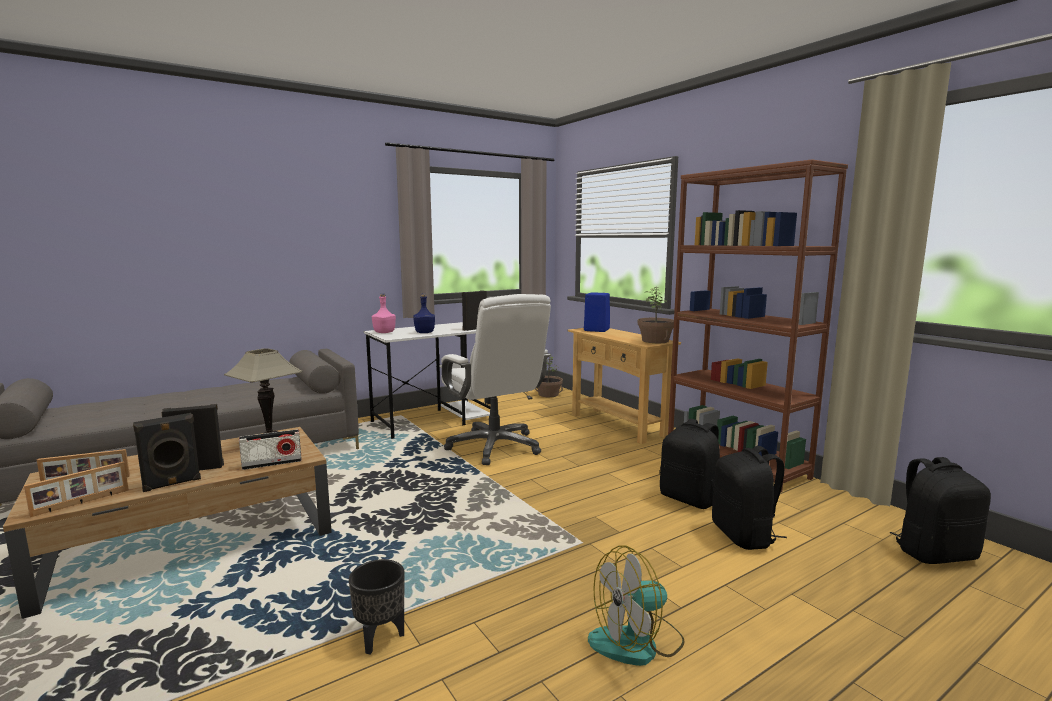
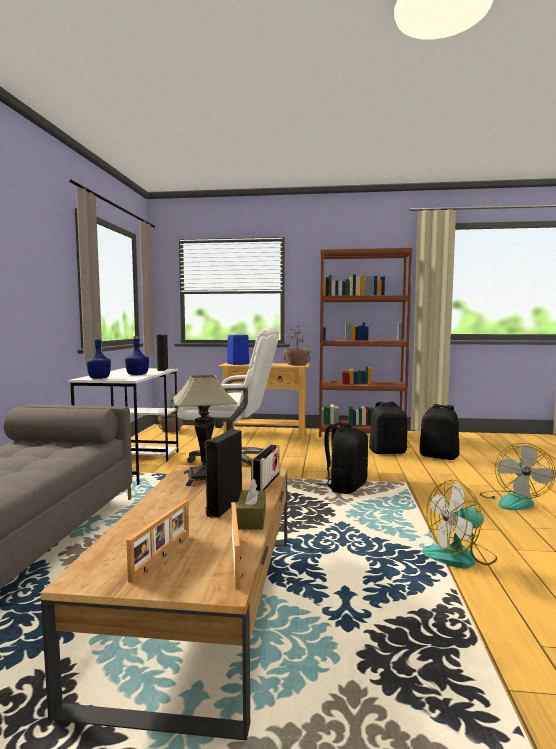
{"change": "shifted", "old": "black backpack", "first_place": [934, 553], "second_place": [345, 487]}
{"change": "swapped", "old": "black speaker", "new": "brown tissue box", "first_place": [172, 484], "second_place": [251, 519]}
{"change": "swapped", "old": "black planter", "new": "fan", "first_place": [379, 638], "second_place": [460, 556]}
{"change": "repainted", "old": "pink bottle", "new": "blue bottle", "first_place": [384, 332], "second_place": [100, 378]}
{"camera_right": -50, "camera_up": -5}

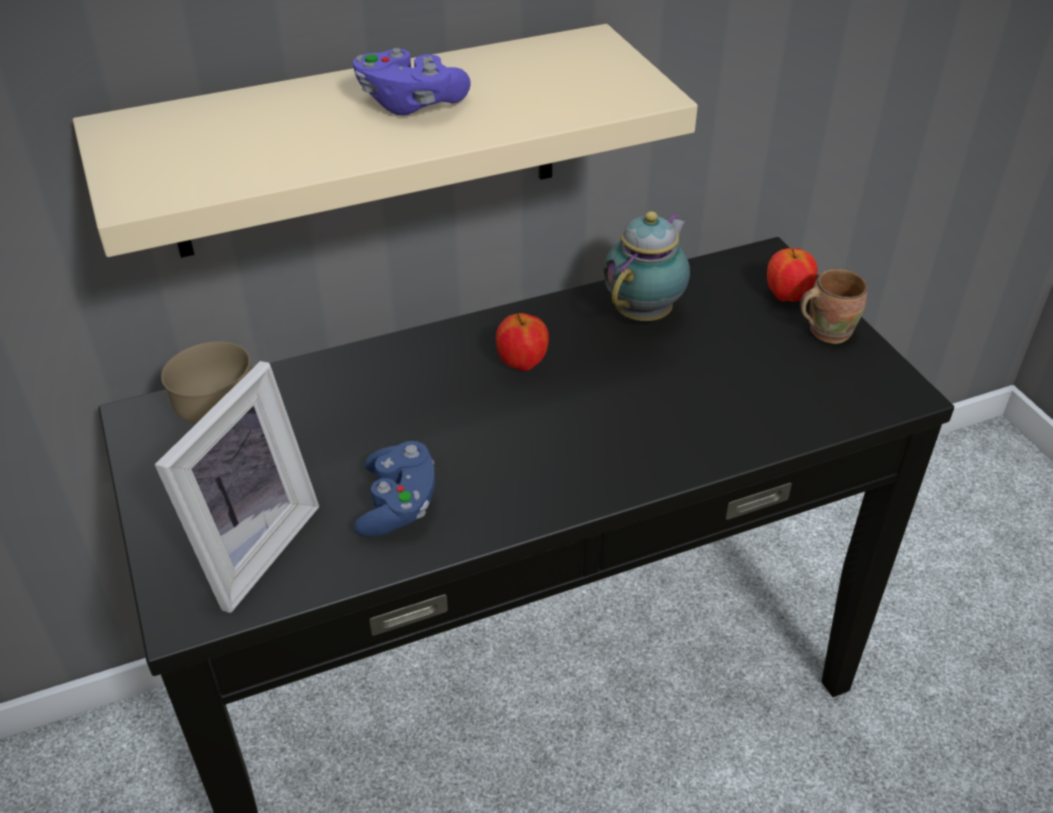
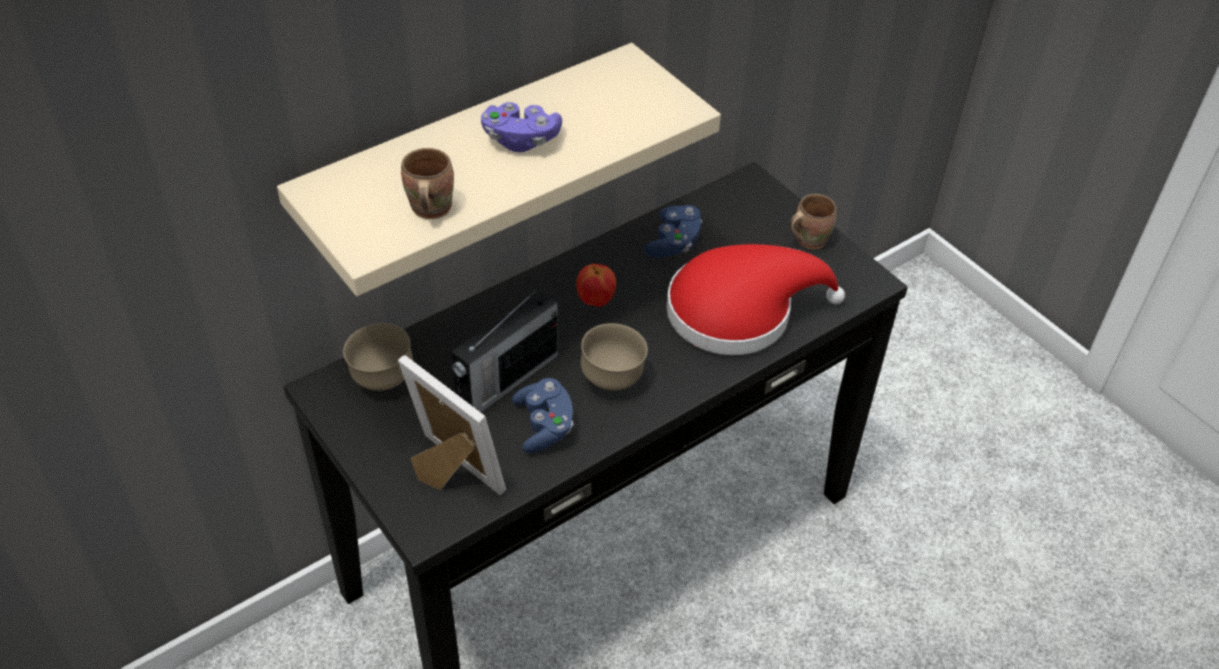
{"change": "gone", "old": "apple", "first_place": [787, 296]}
{"change": "new", "new": "brown mug", "second_place": [428, 209]}
{"change": "new", "new": "radio", "second_place": [506, 380]}
{"change": "new", "new": "brown bowl", "second_place": [612, 379]}
{"change": "new", "new": "red hat", "second_place": [739, 311]}
{"change": "swapped", "old": "teapot", "new": "blue game controller", "first_place": [645, 312], "second_place": [673, 243]}
{"change": "rotated", "old": "picture frame", "first_place": [249, 547], "second_place": [449, 475], "degrees": -60}
{"camera_right": -15, "camera_up": 5}

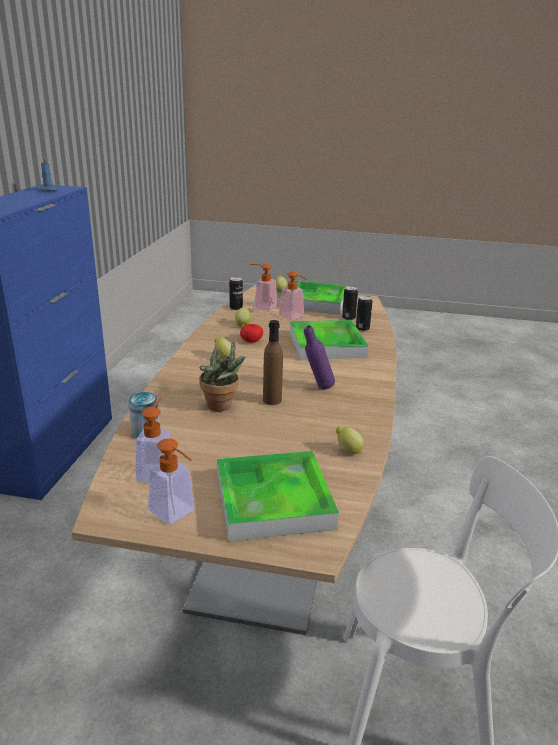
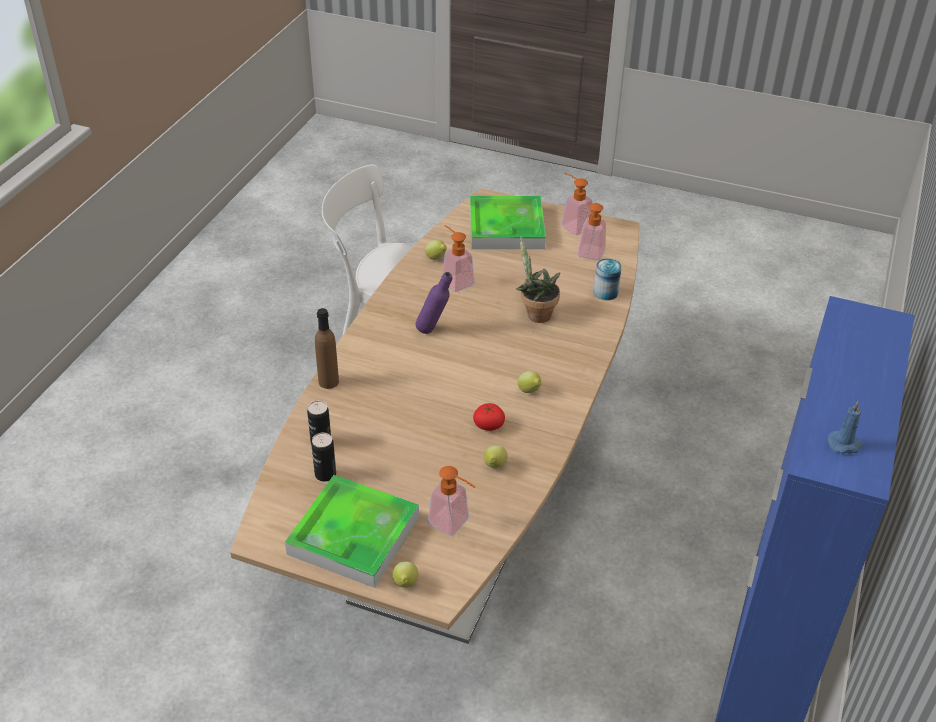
{"change": "gone", "old": "can", "first_place": [236, 308]}
{"change": "gone", "old": "tray", "first_place": [326, 344]}
{"change": "shifted", "old": "brown bottle", "first_place": [272, 400], "second_place": [328, 381]}
{"change": "shifted", "old": "soap dispenser", "first_place": [294, 317], "second_place": [455, 280]}
{"camera_right": -170, "camera_up": 15}

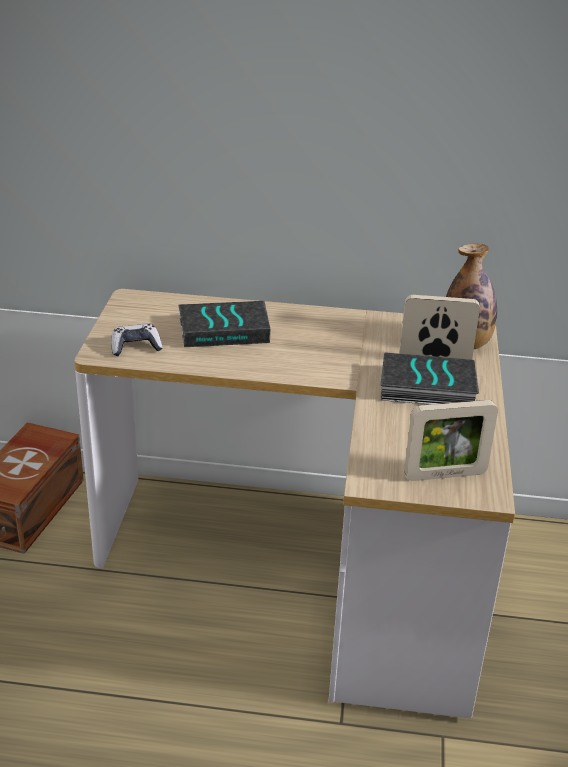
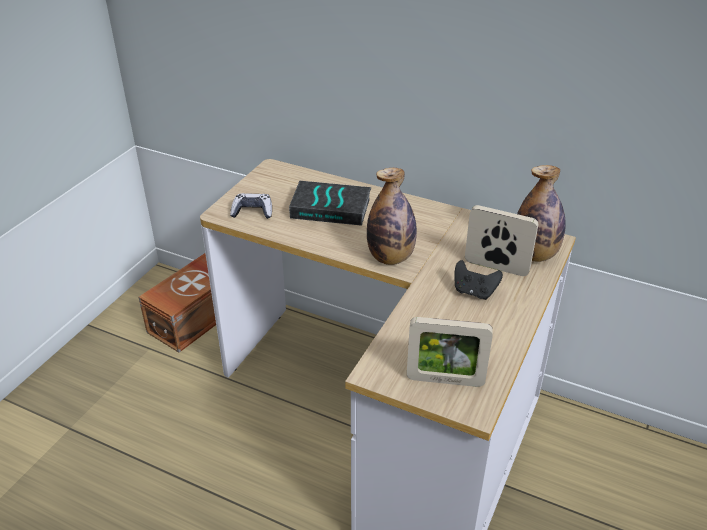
{"change": "new", "new": "bottle", "second_place": [390, 257]}
{"change": "swapped", "old": "book", "new": "black game controller", "first_place": [426, 388], "second_place": [474, 292]}
{"camera_right": 20, "camera_up": 5}

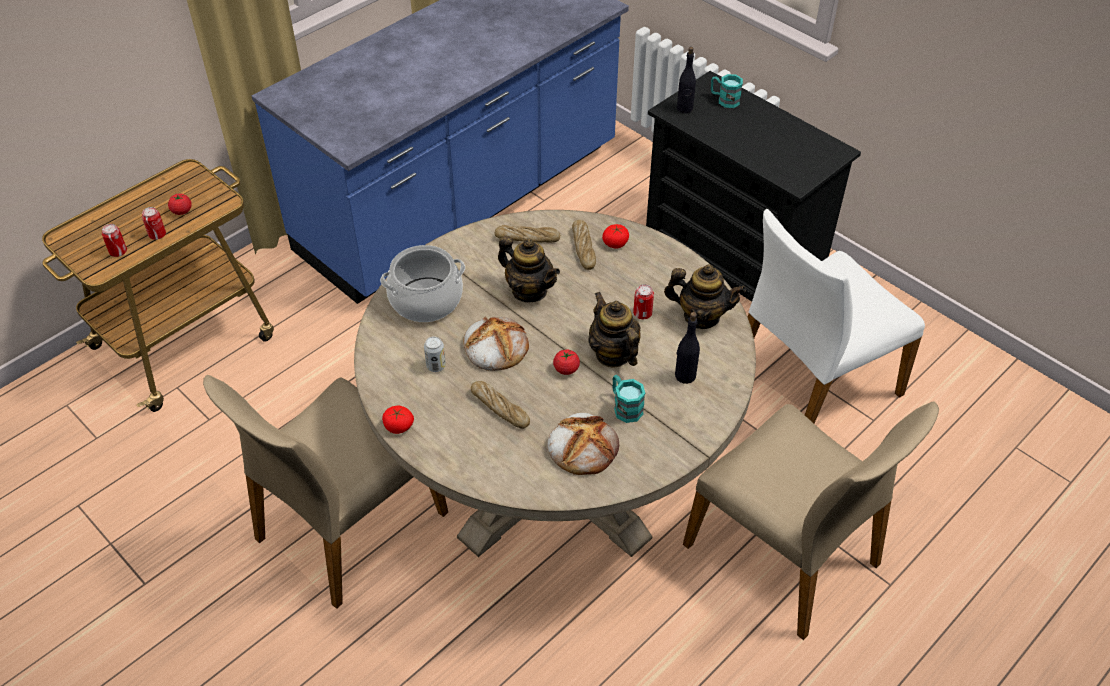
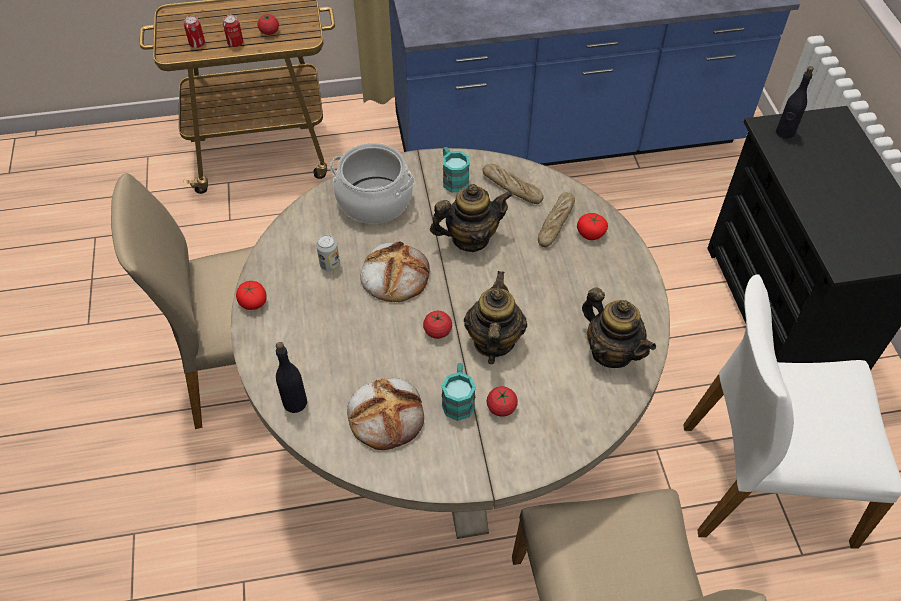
{"change": "gone", "old": "bread", "first_place": [500, 408]}
{"change": "gone", "old": "can", "first_place": [642, 314]}
{"change": "new", "new": "tomato", "second_place": [501, 407]}
{"change": "shifted", "old": "black bottle", "first_place": [685, 375], "second_place": [295, 402]}
{"change": "shifted", "old": "turquoise mug", "first_place": [724, 100], "second_place": [453, 178]}
{"change": "rotated", "old": "teapot", "first_place": [529, 290], "second_place": [470, 238], "degrees": -90}
{"camera_right": 35, "camera_up": 5}

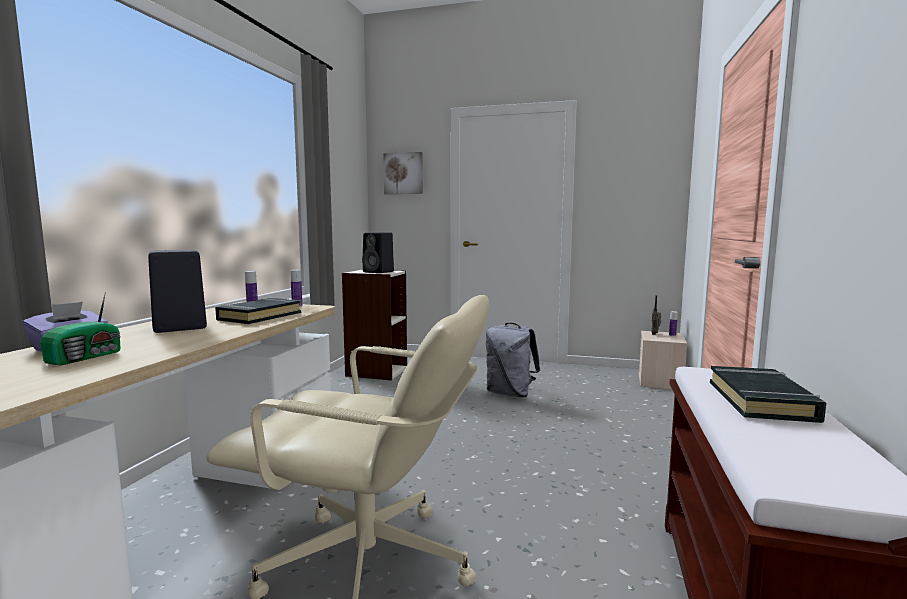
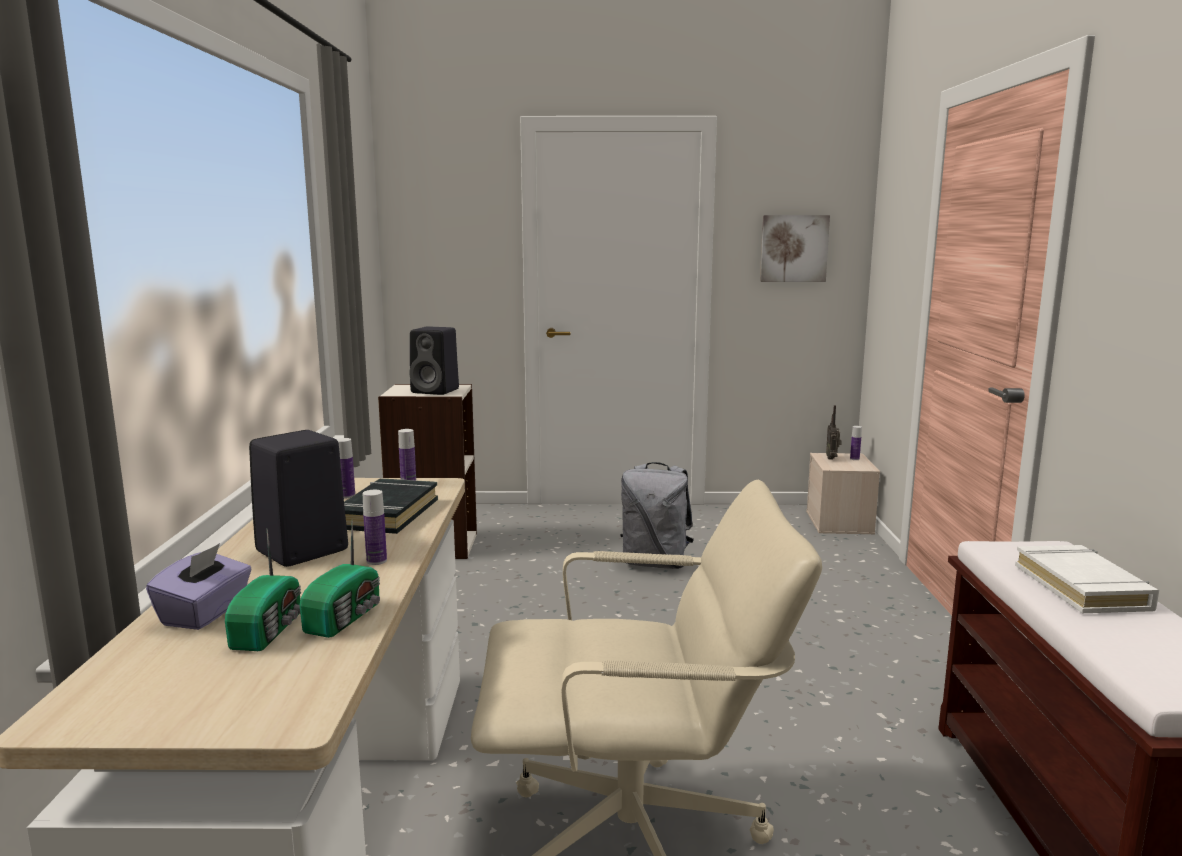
{"change": "new", "new": "radio", "second_place": [346, 617]}
{"change": "new", "new": "bottle", "second_place": [376, 561]}
{"change": "shifted", "old": "picture", "first_place": [403, 173], "second_place": [793, 248]}
{"change": "repainted", "old": "black book", "new": "white book", "first_place": [761, 401], "second_place": [1082, 587]}
{"camera_right": -15, "camera_up": 5}

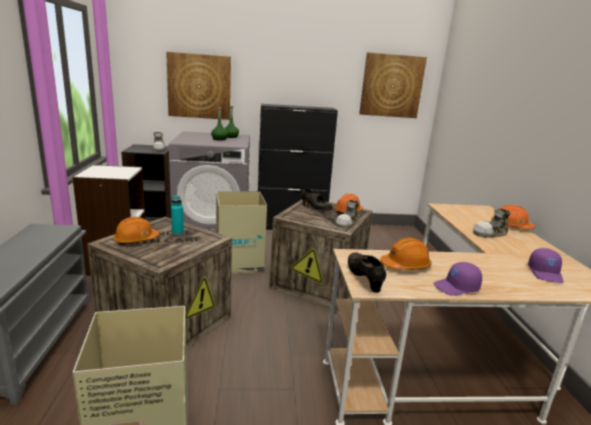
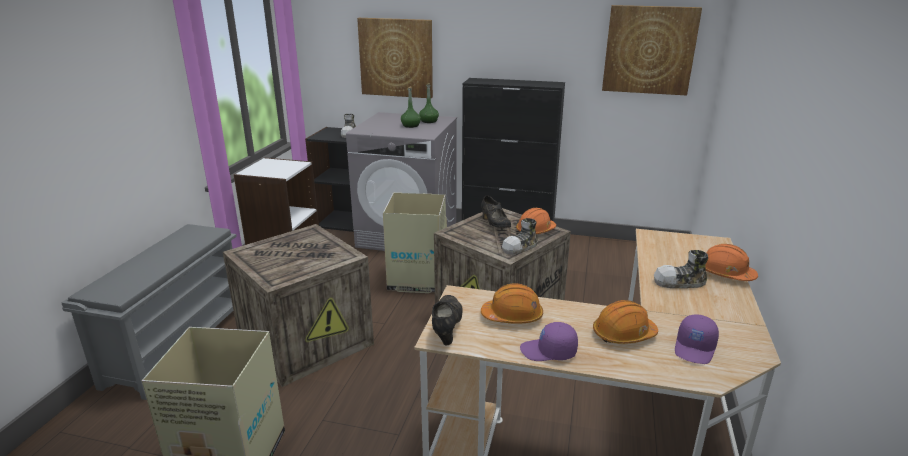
{"change": "gone", "old": "turquoise bottle", "first_place": [177, 232]}
{"change": "shifted", "old": "orange hard hat", "first_place": [136, 240], "second_place": [623, 334]}
{"camera_right": 20, "camera_up": 5}

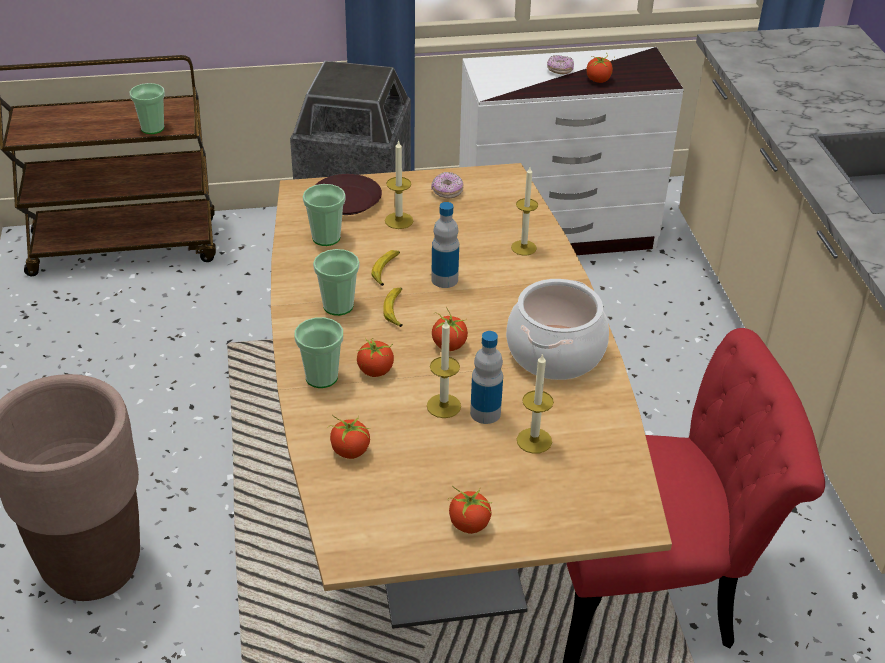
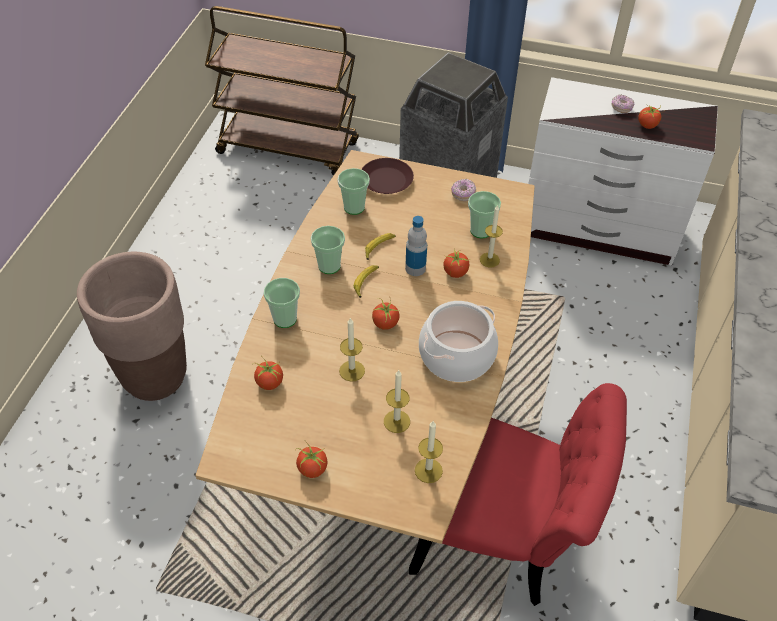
{"change": "gone", "old": "bottle", "first_place": [485, 413]}
{"change": "shifted", "old": "cup", "first_place": [152, 128], "second_place": [480, 231]}
{"change": "shifted", "old": "tomato", "first_place": [376, 371], "second_place": [455, 273]}
{"change": "shifted", "old": "candle", "first_place": [399, 220], "second_place": [428, 470]}
{"camera_right": 25, "camera_up": 10}

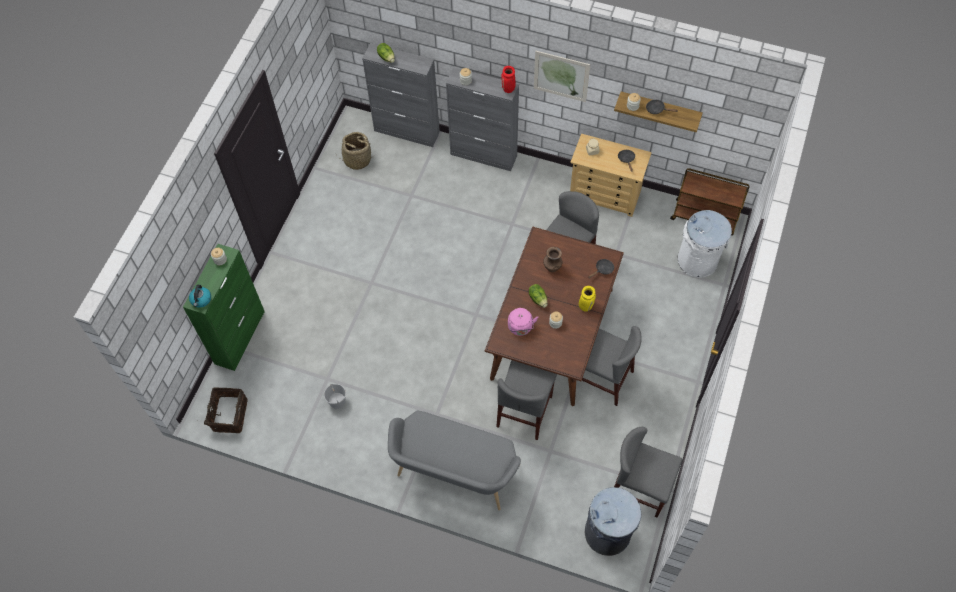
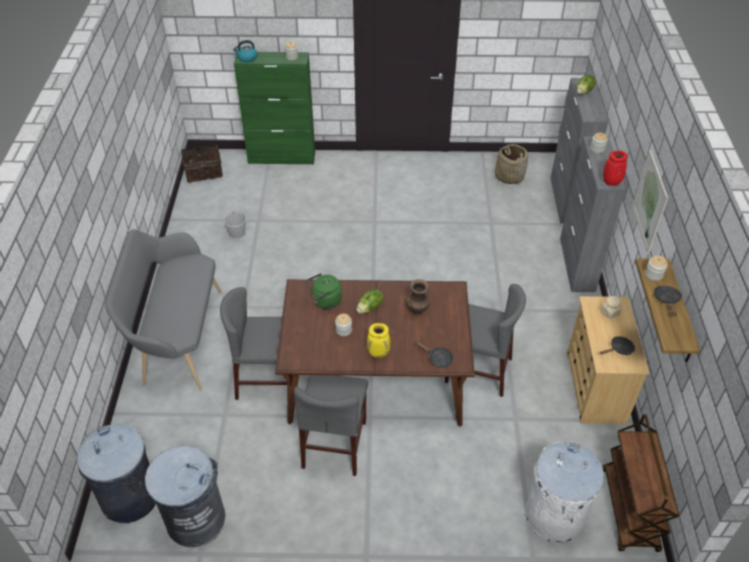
{"change": "swapped", "old": "grey chair", "new": "grey trash can", "first_place": [639, 488], "second_place": [195, 519]}
{"change": "repainted", "old": "pink kettle", "new": "green kettle", "first_place": [520, 328], "second_place": [325, 301]}
{"camera_right": 70, "camera_up": -15}

